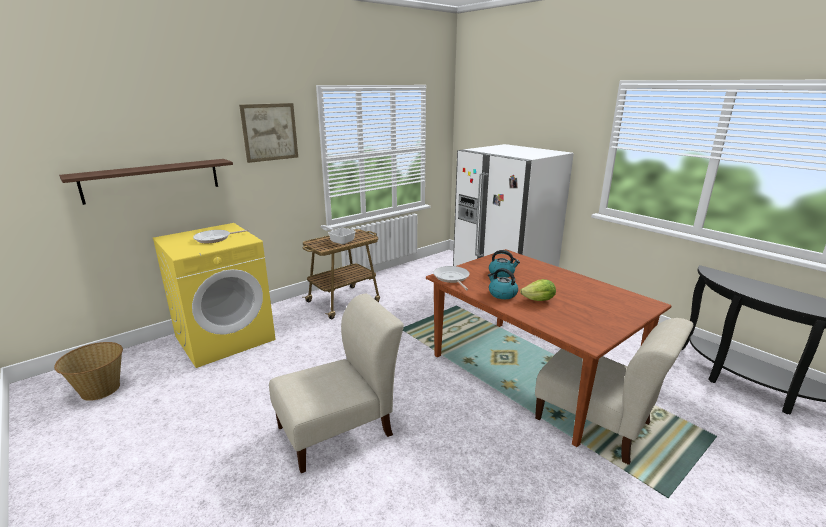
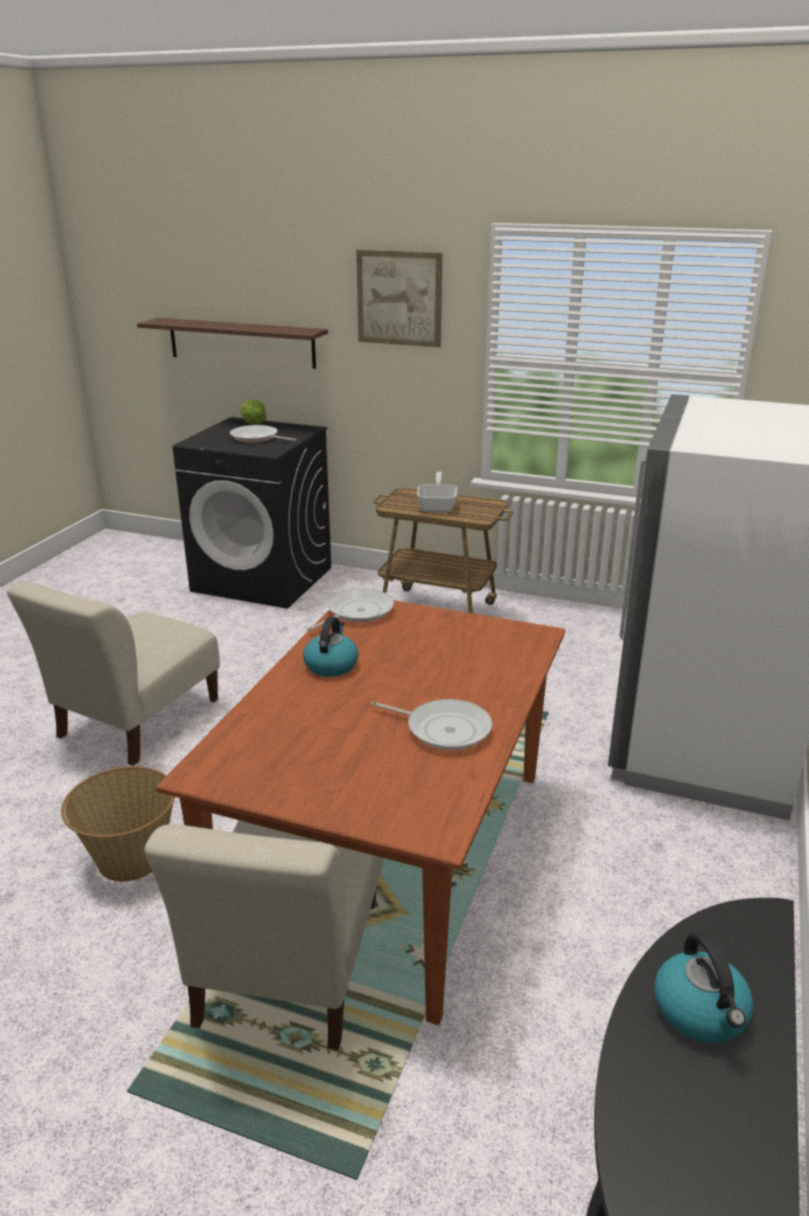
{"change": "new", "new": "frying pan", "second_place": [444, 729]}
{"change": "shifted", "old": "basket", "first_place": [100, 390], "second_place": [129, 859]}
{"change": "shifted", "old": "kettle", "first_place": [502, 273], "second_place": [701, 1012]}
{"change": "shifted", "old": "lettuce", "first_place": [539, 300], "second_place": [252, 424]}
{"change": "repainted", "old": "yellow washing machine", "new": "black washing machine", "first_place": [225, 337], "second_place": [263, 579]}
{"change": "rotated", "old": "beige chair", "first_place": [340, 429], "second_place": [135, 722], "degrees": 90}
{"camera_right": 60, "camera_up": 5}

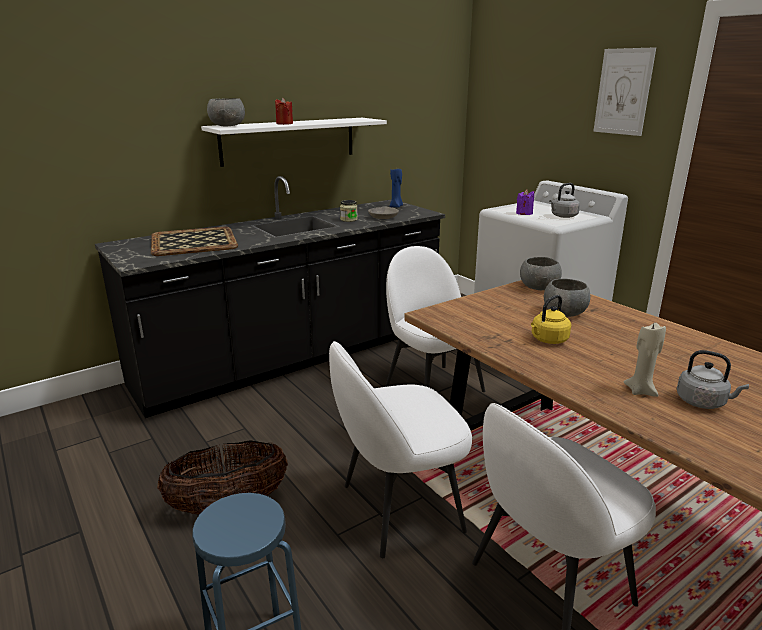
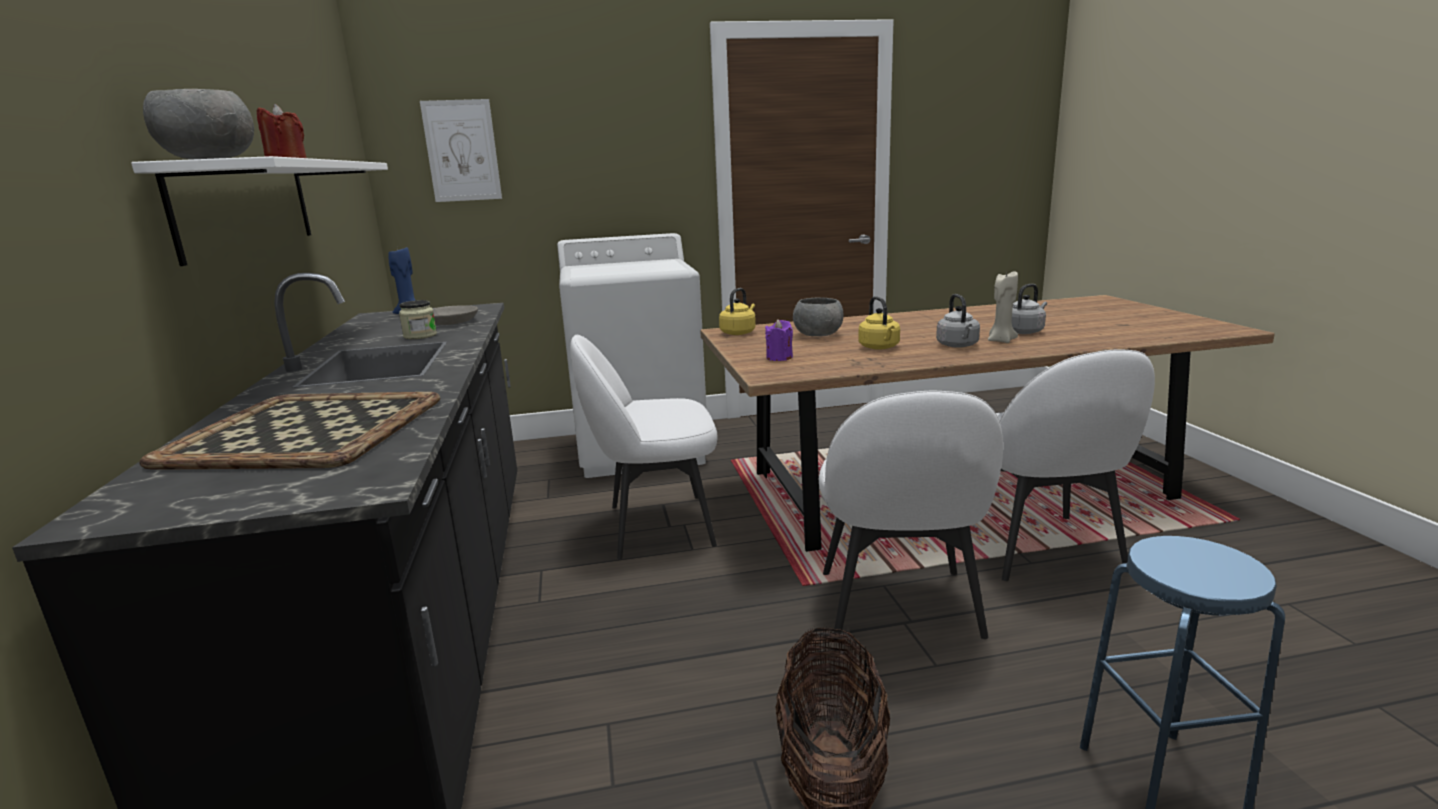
{"change": "shifted", "old": "purple candle", "first_place": [524, 213], "second_place": [779, 358]}
{"change": "shifted", "old": "grey kettle", "first_place": [563, 216], "second_place": [958, 346]}
{"change": "shifted", "old": "picture", "first_place": [623, 92], "second_place": [462, 151]}
{"change": "swapped", "old": "grey bowl", "new": "yellow kettle", "first_place": [539, 287], "second_place": [739, 332]}
{"camera_right": -65, "camera_up": -5}

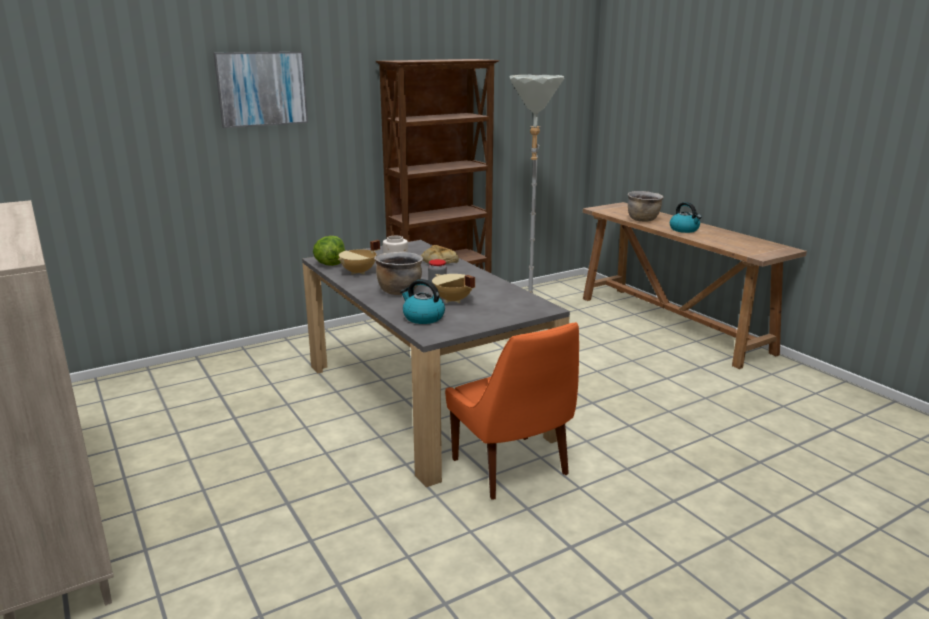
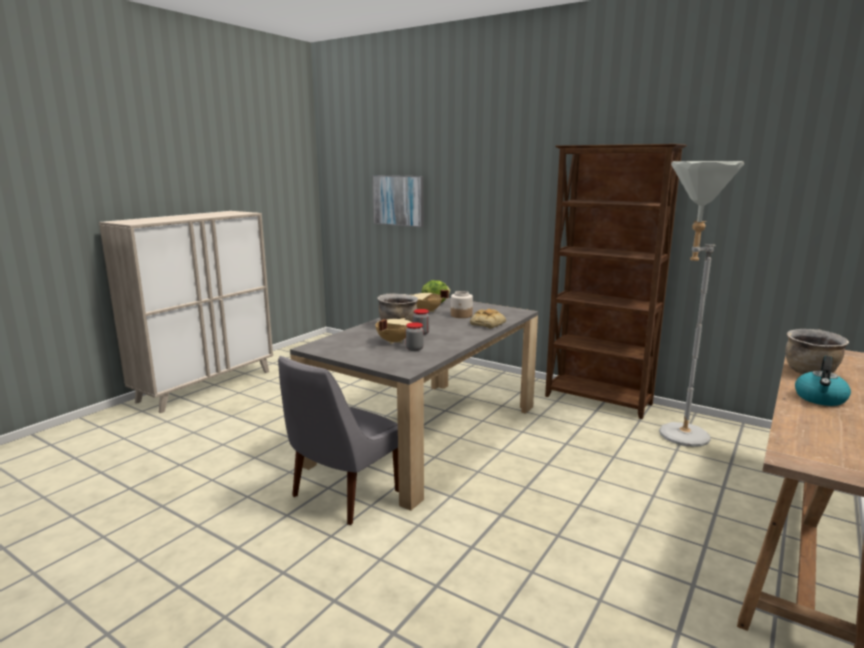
{"change": "gone", "old": "kettle", "first_place": [423, 317]}
{"change": "new", "new": "jar", "second_place": [414, 349]}
{"change": "shifted", "old": "picture", "first_place": [261, 89], "second_place": [398, 200]}
{"change": "repainted", "old": "orange chair", "new": "grey chair", "first_place": [512, 469], "second_place": [343, 495]}
{"camera_right": 65, "camera_up": -5}

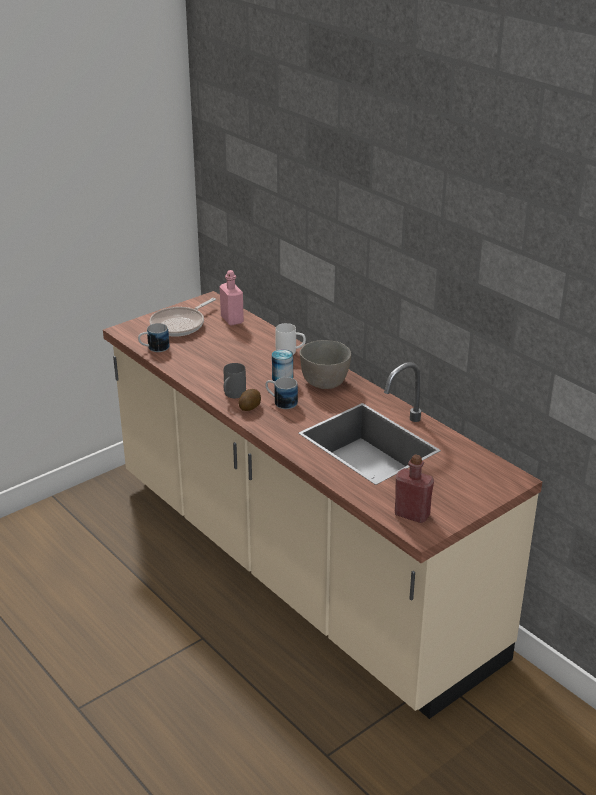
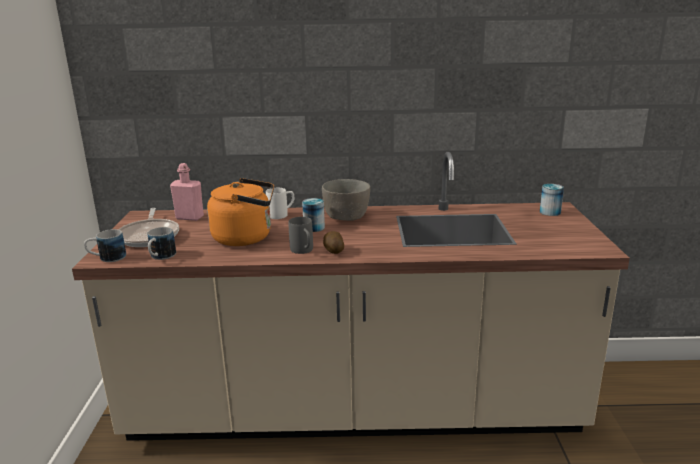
{"change": "gone", "old": "red bottle", "first_place": [412, 514]}
{"change": "new", "new": "orange kettle", "second_place": [246, 238]}
{"change": "new", "new": "can", "second_place": [550, 212]}
{"change": "shifted", "old": "mug", "first_place": [281, 402], "second_place": [107, 258]}
{"camera_right": -50, "camera_up": -10}

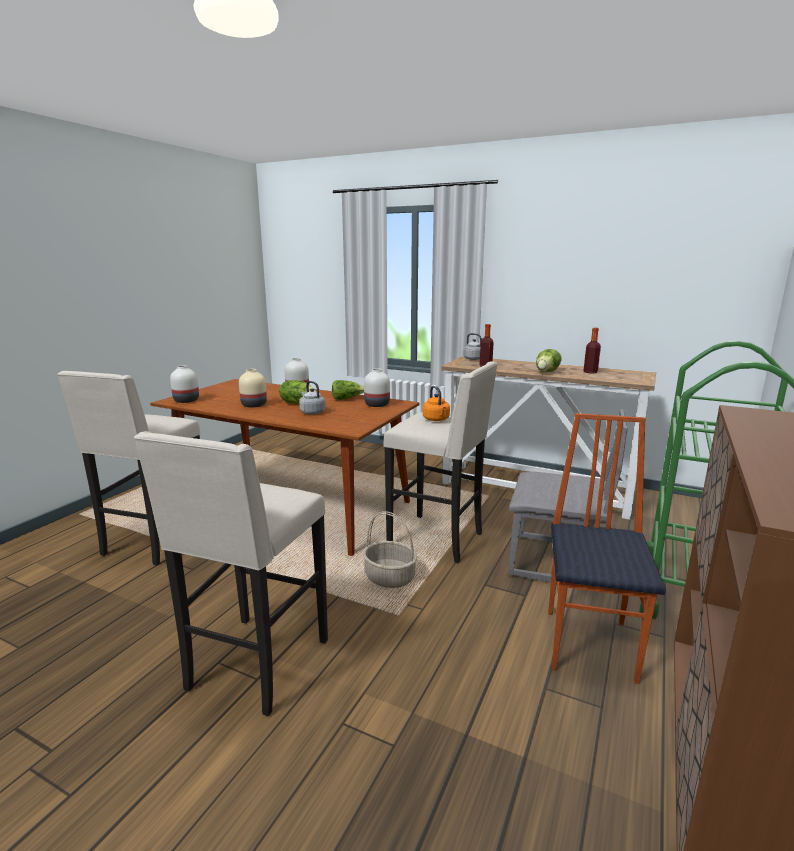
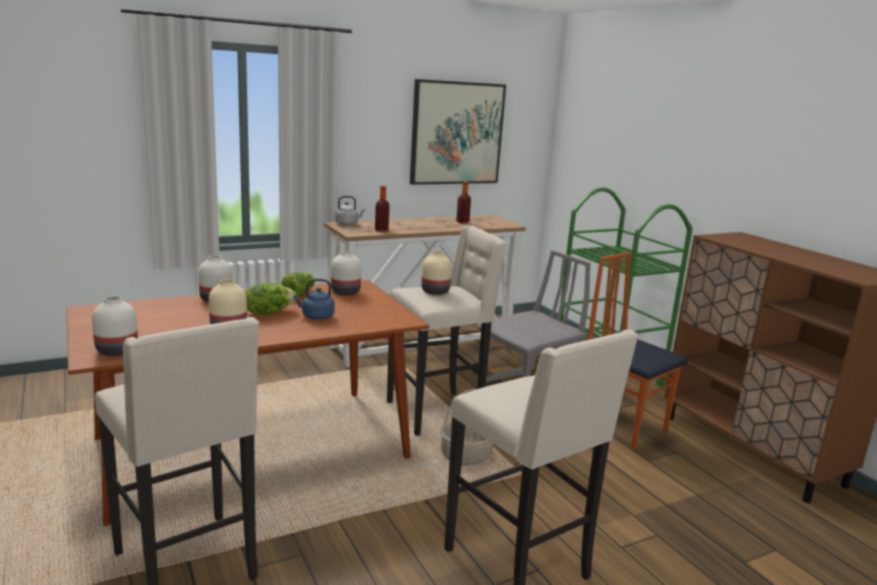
{"change": "gone", "old": "lettuce", "first_place": [547, 372]}
{"change": "new", "new": "picture", "second_place": [456, 133]}
{"change": "swapped", "old": "orange kettle", "new": "beige vase", "first_place": [436, 419], "second_place": [436, 291]}
{"change": "repainted", "old": "grey kettle", "new": "blue kettle", "first_place": [311, 412], "second_place": [316, 317]}
{"camera_right": -55, "camera_up": 0}

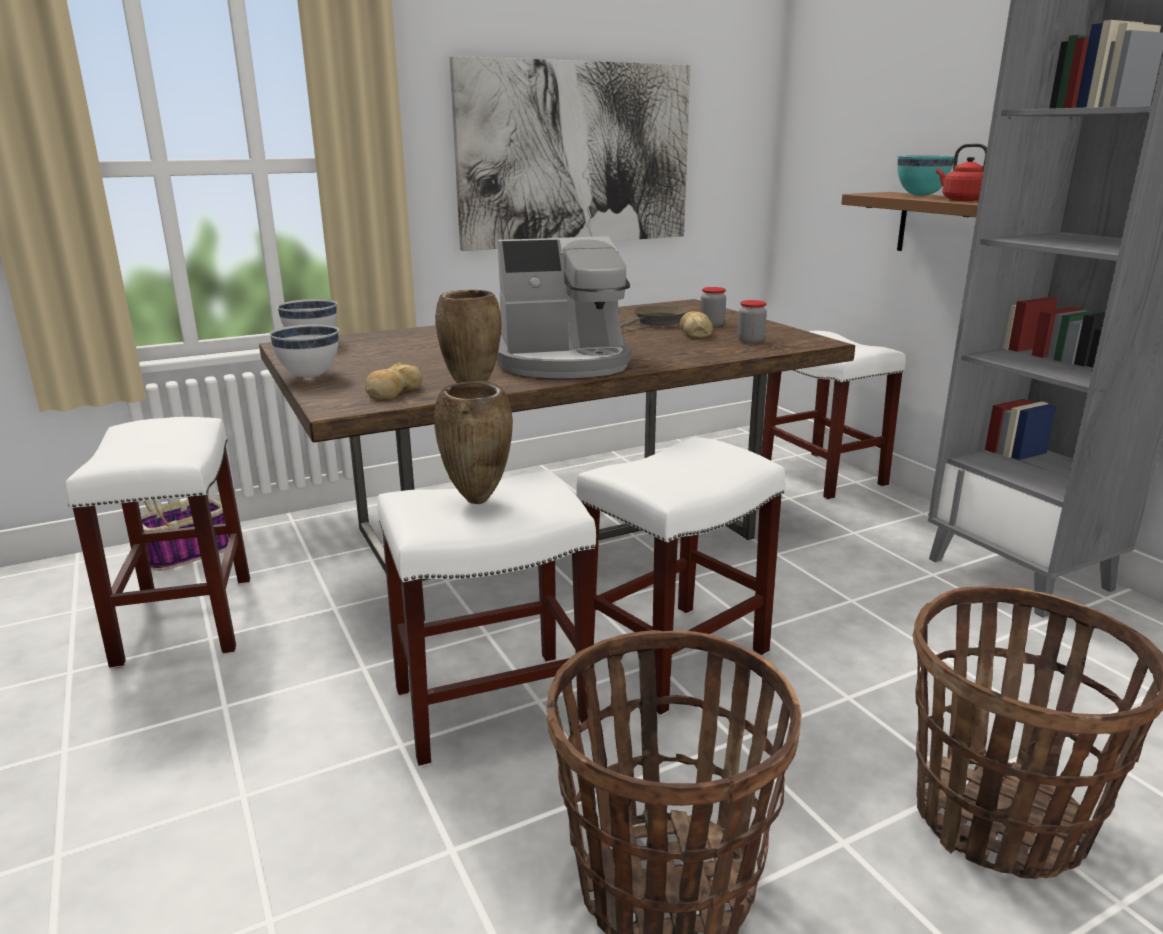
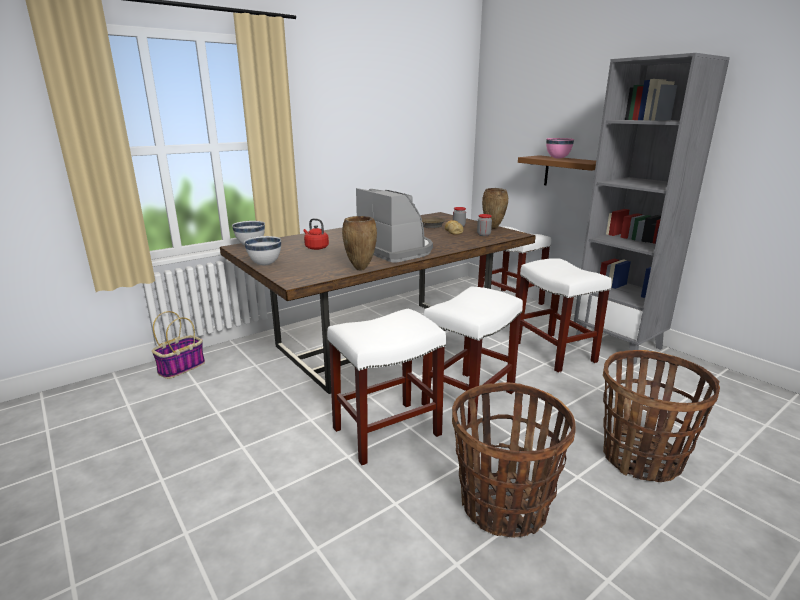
{"change": "gone", "old": "bread", "first_place": [393, 392]}
{"change": "gone", "old": "picture", "first_place": [576, 155]}
{"change": "shifted", "old": "white stool", "first_place": [185, 619], "second_place": [553, 352]}
{"change": "shifted", "old": "brown vase", "first_place": [478, 501], "second_place": [493, 228]}
{"change": "shifted", "old": "red kettle", "first_place": [961, 200], "second_place": [315, 248]}
{"change": "repainted", "old": "turquoise bowl", "new": "pink bowl", "first_place": [920, 196], "second_place": [557, 158]}
{"change": "rotated", "old": "coffee machine", "first_place": [563, 362], "second_place": [396, 250], "degrees": -105}
{"camera_right": -10, "camera_up": 0}

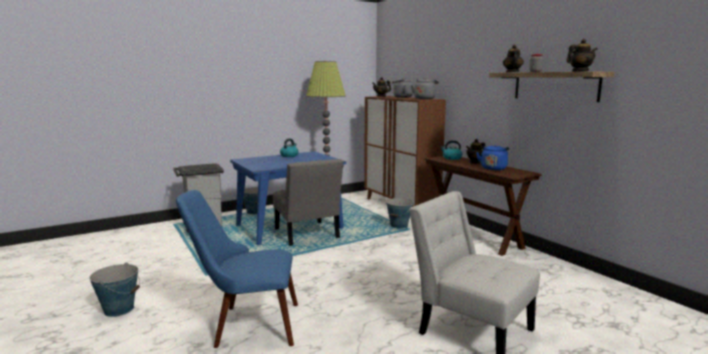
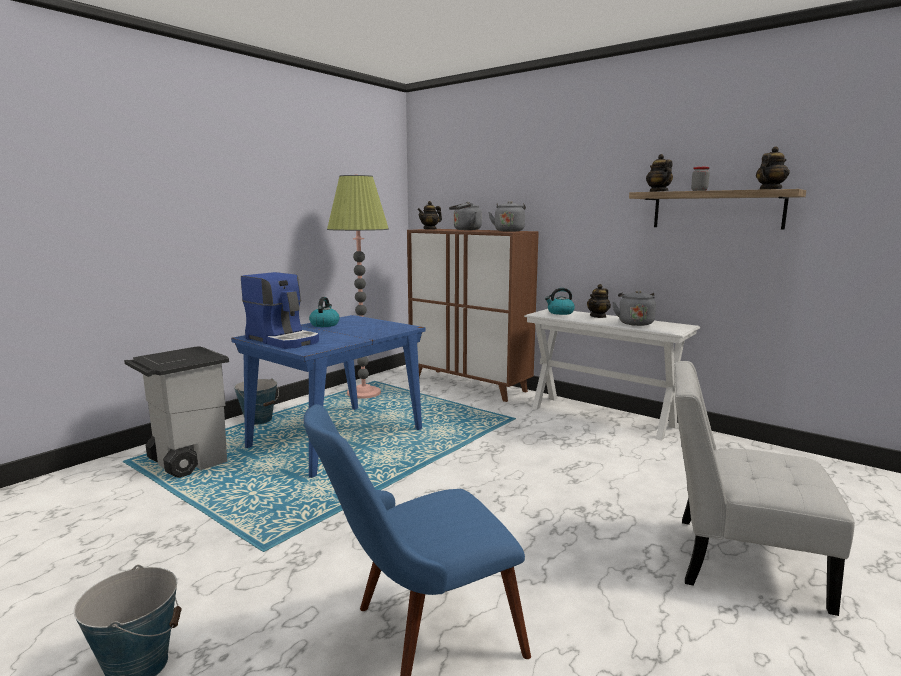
{"change": "gone", "old": "grey chair", "first_place": [307, 235]}
{"change": "gone", "old": "bucket", "first_place": [399, 226]}
{"change": "new", "new": "coffee machine", "second_place": [284, 340]}
{"change": "repainted", "old": "brown console table", "new": "white console table", "first_place": [473, 236], "second_place": [601, 417]}
{"change": "repainted", "old": "blue kettle", "new": "grey kettle", "first_place": [493, 168], "second_place": [634, 323]}
{"camera_right": -20, "camera_up": 0}

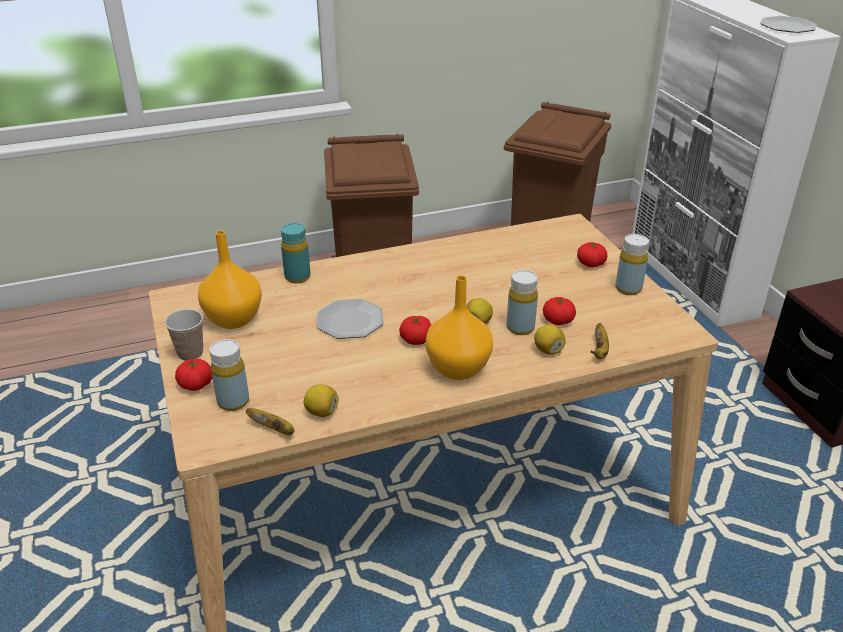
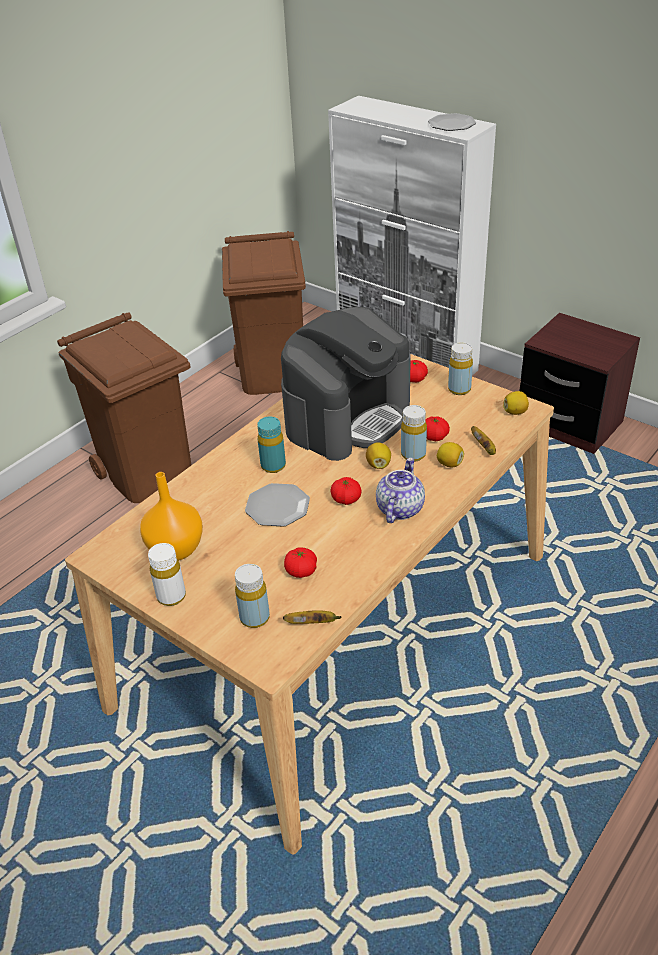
{"change": "new", "new": "coffee machine", "second_place": [348, 417]}
{"change": "shifted", "old": "tomato", "first_place": [196, 384], "second_place": [301, 571]}
{"change": "shifted", "old": "turquoise bottle", "first_place": [297, 277], "second_place": [273, 466]}
{"change": "shifted", "old": "lemon", "first_place": [322, 412], "second_place": [515, 412]}
{"change": "swapped", "old": "cup", "new": "white bottle", "first_place": [190, 353], "second_place": [171, 596]}
{"change": "swapped", "old": "orange vase", "new": "teapot", "first_place": [456, 368], "second_place": [399, 508]}
{"camera_right": -30, "camera_up": 5}

